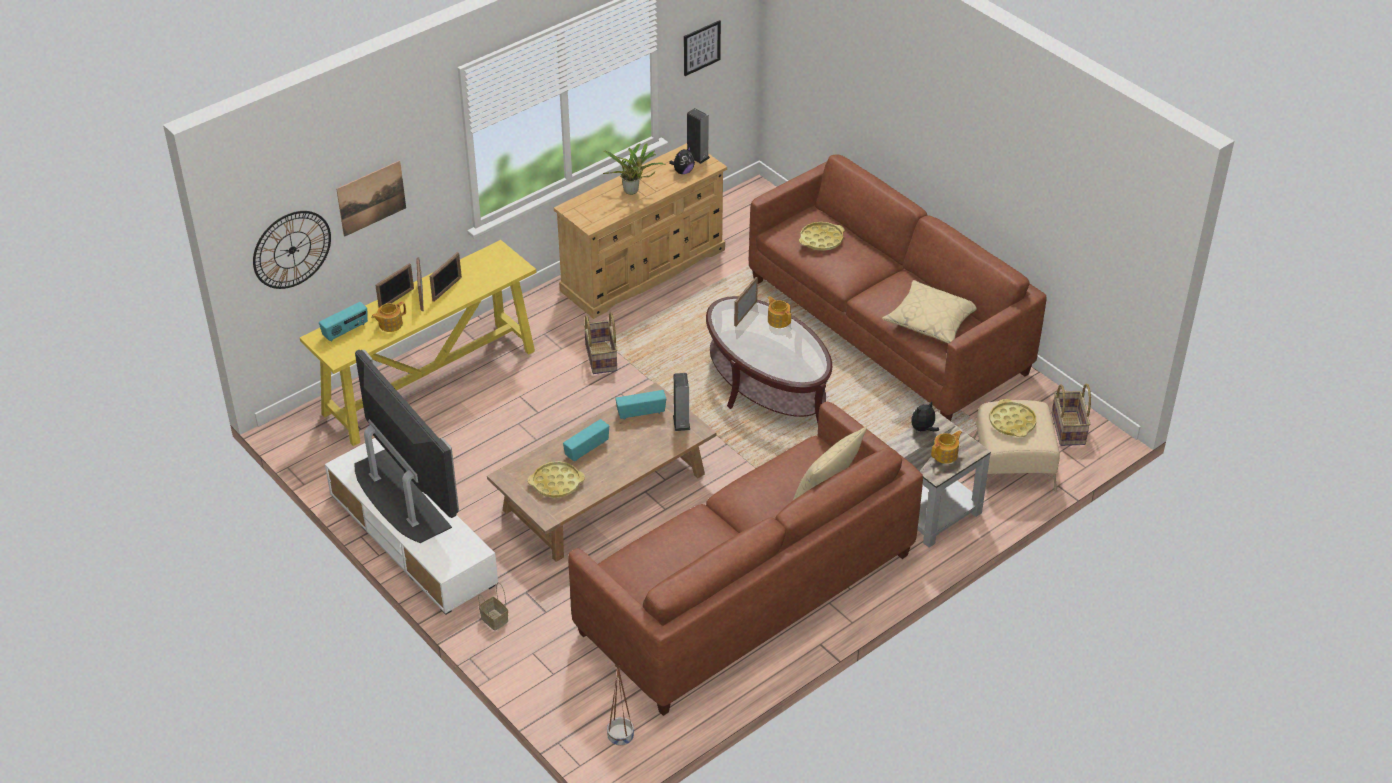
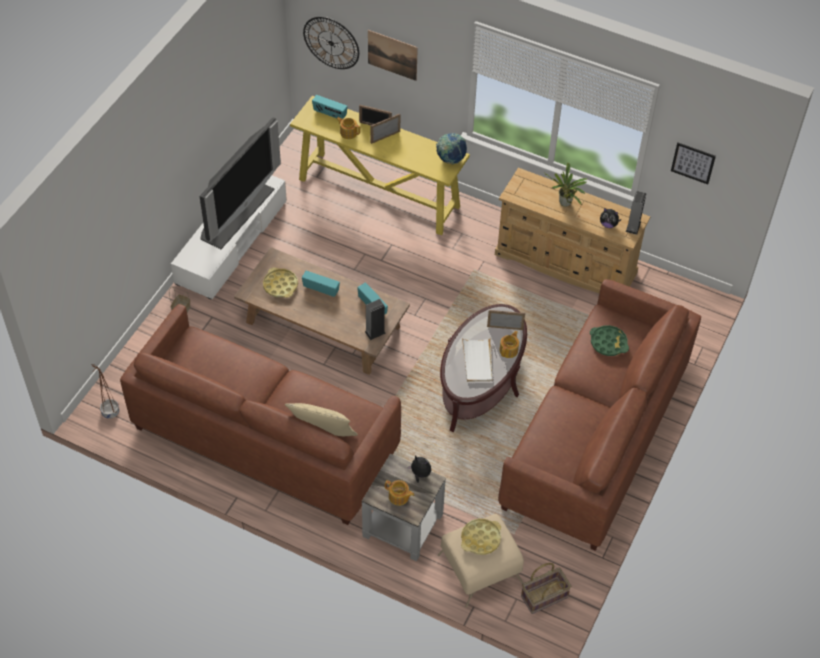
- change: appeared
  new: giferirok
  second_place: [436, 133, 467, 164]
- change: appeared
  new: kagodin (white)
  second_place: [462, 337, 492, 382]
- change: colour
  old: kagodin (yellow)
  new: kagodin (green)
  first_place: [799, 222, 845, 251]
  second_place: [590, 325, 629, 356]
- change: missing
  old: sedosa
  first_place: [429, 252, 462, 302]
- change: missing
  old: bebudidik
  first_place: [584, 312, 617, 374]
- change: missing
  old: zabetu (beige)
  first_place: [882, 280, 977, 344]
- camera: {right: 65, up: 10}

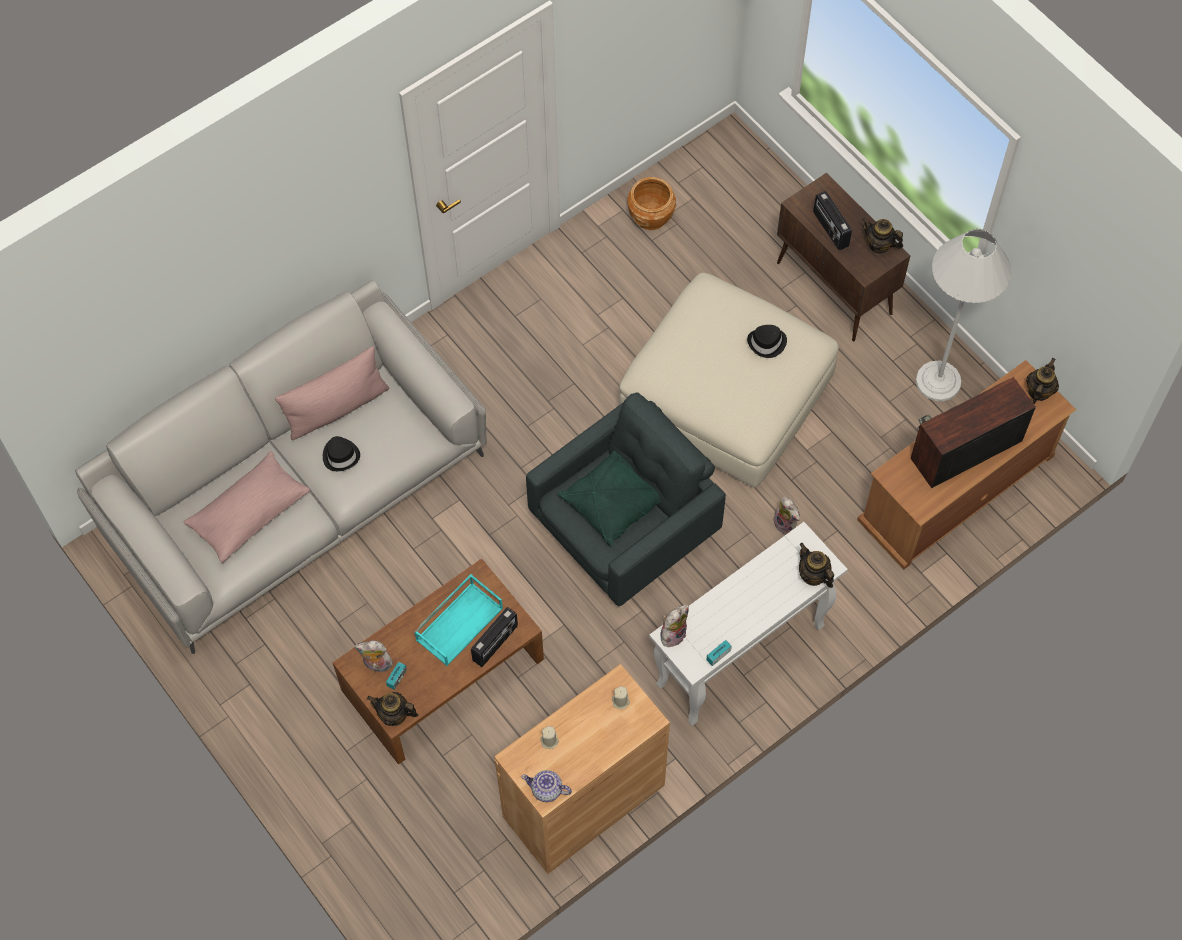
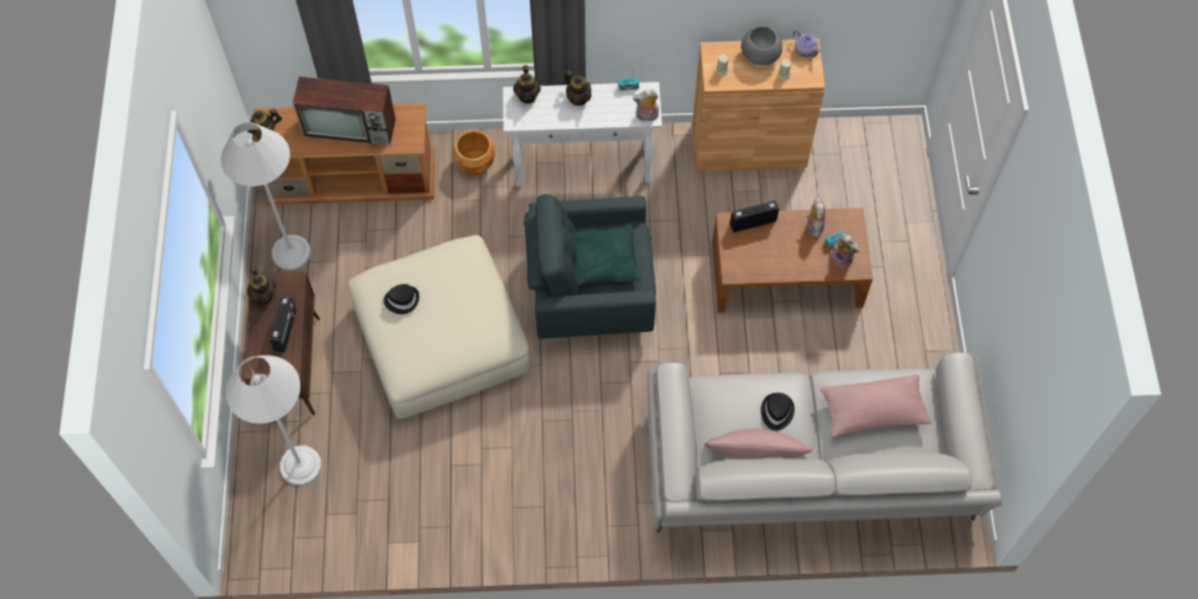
- change: appeared
  new: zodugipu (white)
  second_place: [226, 355, 322, 485]
- change: relocated
  old: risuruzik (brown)
  first_place: [627, 177, 676, 230]
  second_place: [453, 130, 495, 176]
- change: relocated
  old: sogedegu
  first_place: [367, 692, 418, 726]
  second_place: [565, 70, 592, 106]
- change: appeared
  new: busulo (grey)
  second_place: [741, 26, 782, 66]
- change: relocated
  old: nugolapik
  first_place: [773, 497, 800, 535]
  second_place: [806, 196, 825, 237]
- change: missing
  old: kagodin (turquoise)
  first_place: [414, 574, 503, 666]
- camera: {right: -145, up: 0}

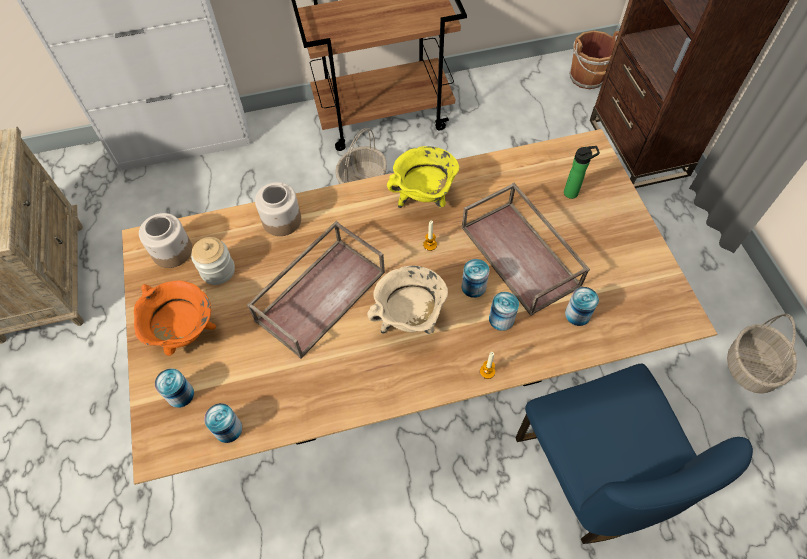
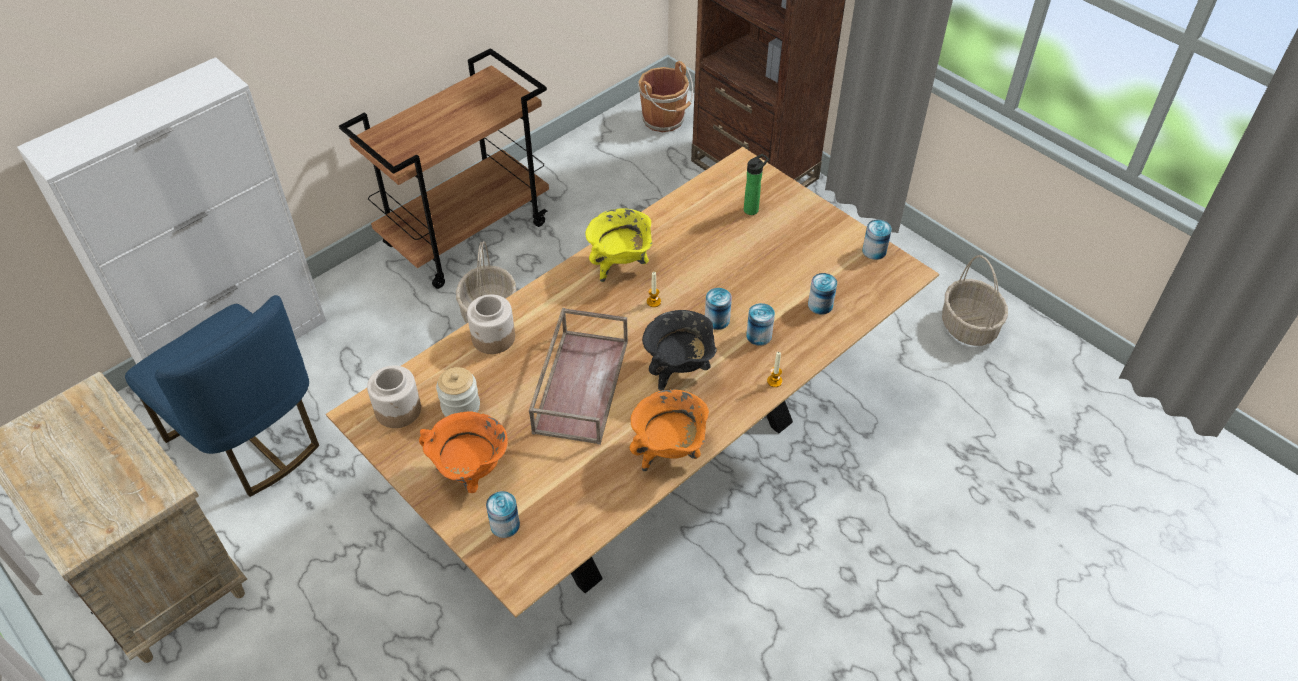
- change: relocated
  old: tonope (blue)
  first_place: [516, 364, 753, 544]
  second_place: [125, 295, 319, 497]
- change: appeared
  new: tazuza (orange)
  second_place: [630, 390, 709, 471]
- change: colour
  old: tazuza (beige)
  new: tazuza (black)
  first_place: [367, 266, 448, 334]
  second_place: [642, 310, 717, 391]
- change: relocated
  old: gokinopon
  first_place: [204, 403, 242, 443]
  second_place: [862, 220, 892, 260]
- change: missing
  old: kagodin (brown)
  first_place: [461, 183, 590, 316]
- camera: {right: -30, up: -10}

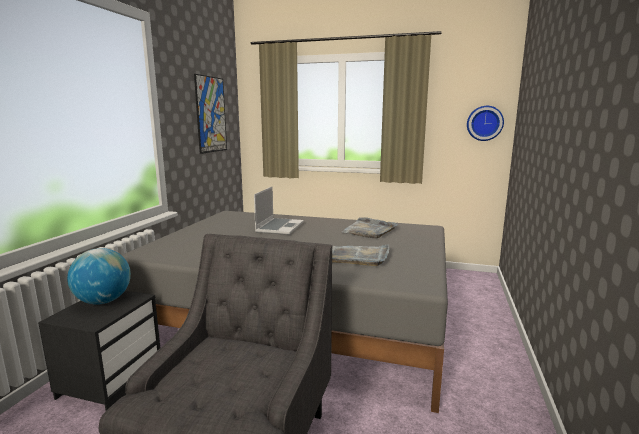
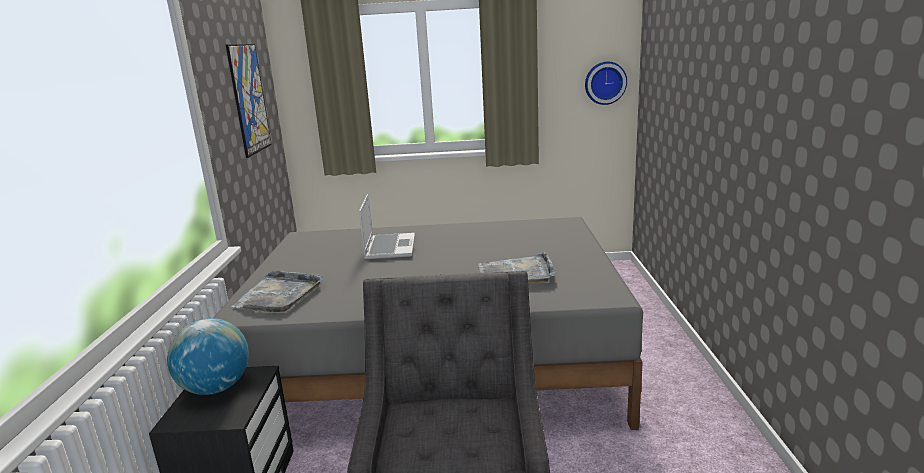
- change: relocated
  old: kagodin (grey)
  first_place: [342, 217, 398, 239]
  second_place: [232, 270, 324, 312]
- camera: {right: -15, up: 5}

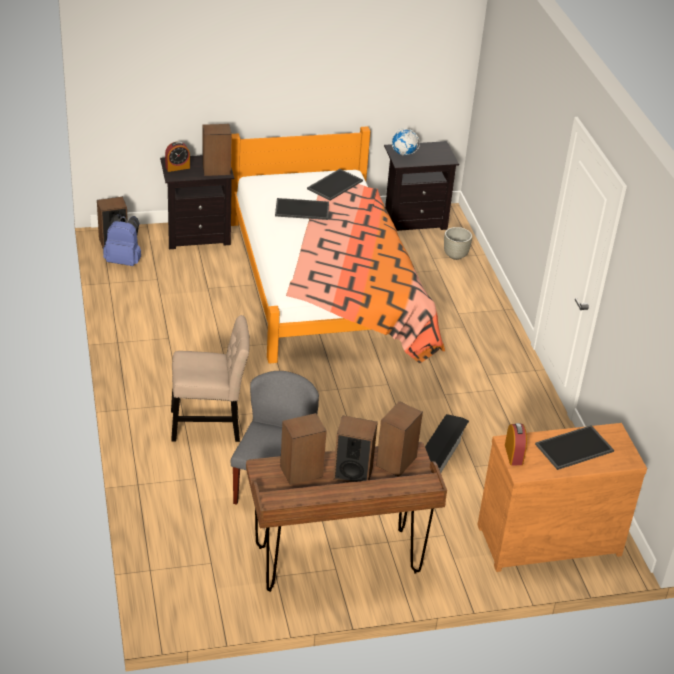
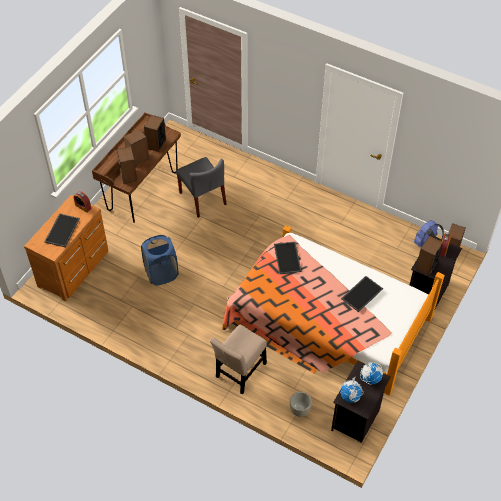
- change: exchanged
  old: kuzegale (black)
  new: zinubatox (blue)
  first_place: [425, 414, 469, 473]
  second_place: [141, 235, 179, 286]
- change: relocated
  old: tonope (beige)
  first_place: [171, 315, 250, 442]
  second_place: [210, 325, 267, 395]
- change: relocated
  old: kagodin
  first_place: [307, 169, 363, 201]
  second_place: [274, 242, 302, 274]
- change: appeared
  new: giferirok
  second_place: [340, 377, 363, 403]
- camera: {right: 135, up: 15}

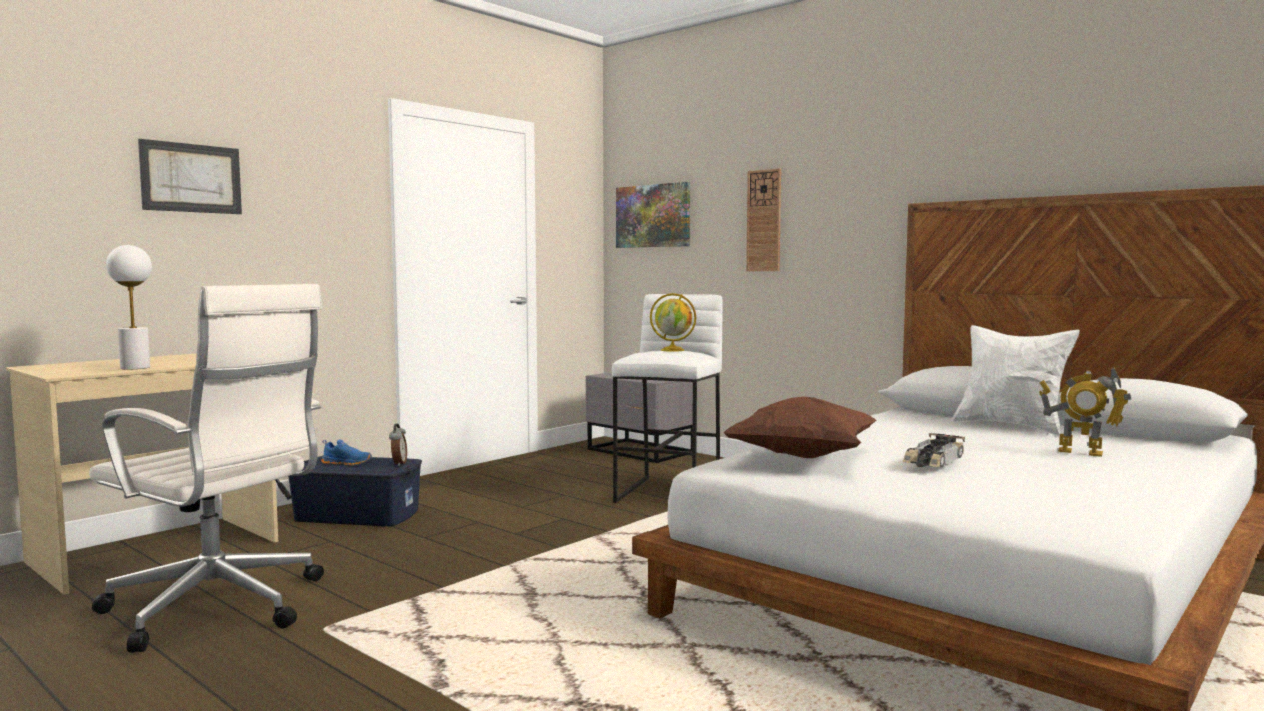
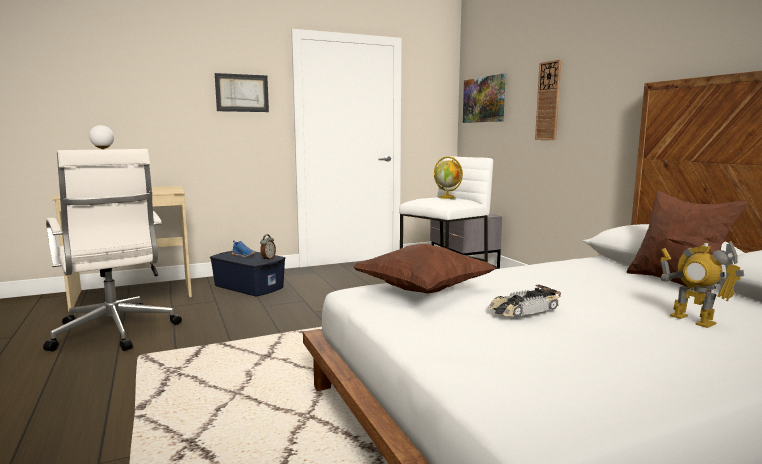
- change: relocated
  old: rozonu
  first_place: [138, 139, 242, 214]
  second_place: [215, 73, 269, 112]
- change: colour
  old: zabetu (white)
  new: zabetu (brown)
  first_place: [953, 325, 1080, 436]
  second_place: [626, 191, 748, 294]
- camera: {right: 25, up: 5}

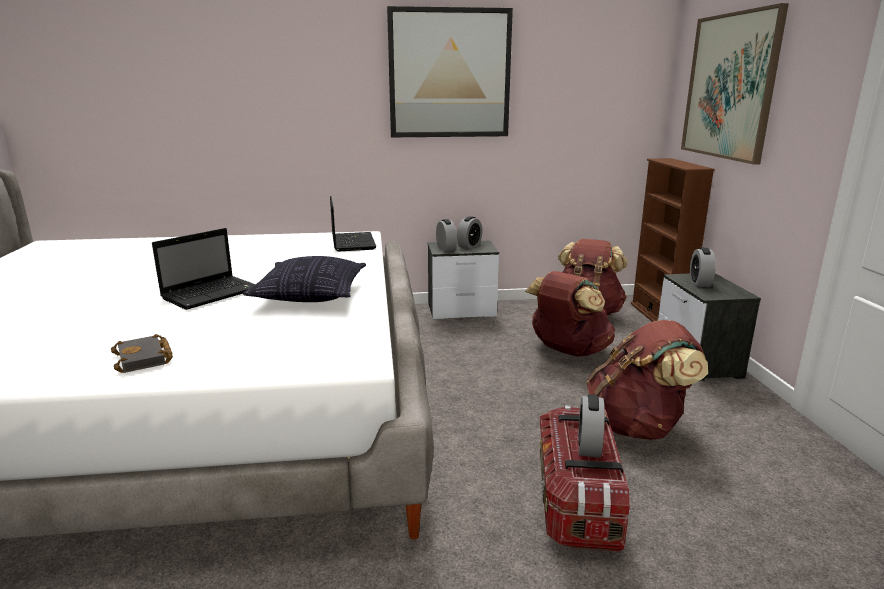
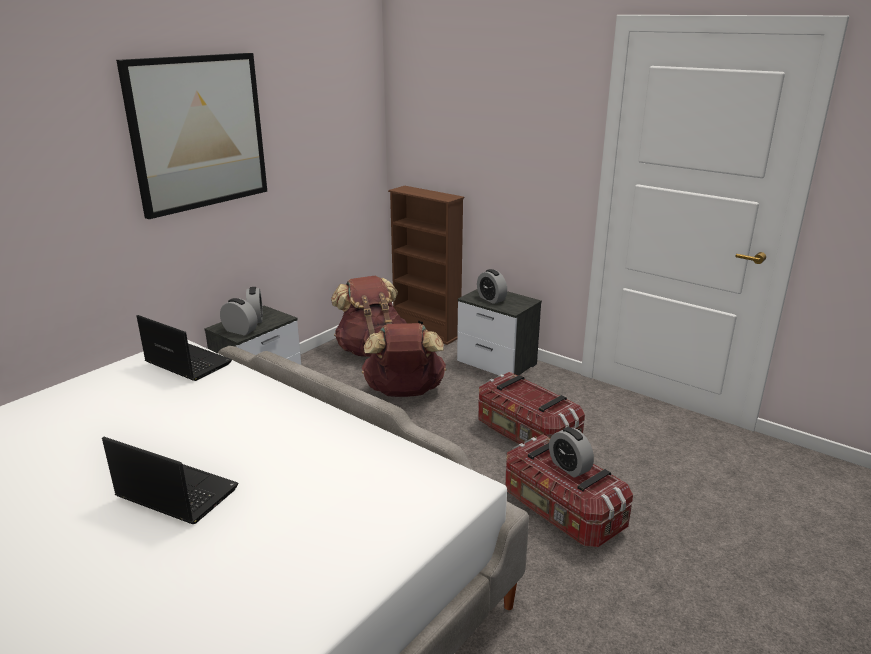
- change: spun
  old: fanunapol
  first_place: [152, 228, 256, 310]
  second_place: [102, 437, 239, 524]
  degrees: -60
- change: exchanged
  old: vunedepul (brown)
  new: kuzegale
  first_place: [587, 320, 708, 440]
  second_place: [478, 372, 585, 444]
- change: missing
  old: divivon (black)
  first_place: [111, 334, 173, 373]
- change: missing
  old: zabetu
  first_place: [243, 256, 366, 302]
- change: missing
  old: rozonu
  first_place: [681, 3, 789, 165]
- camera: {right: -45, up: 5}

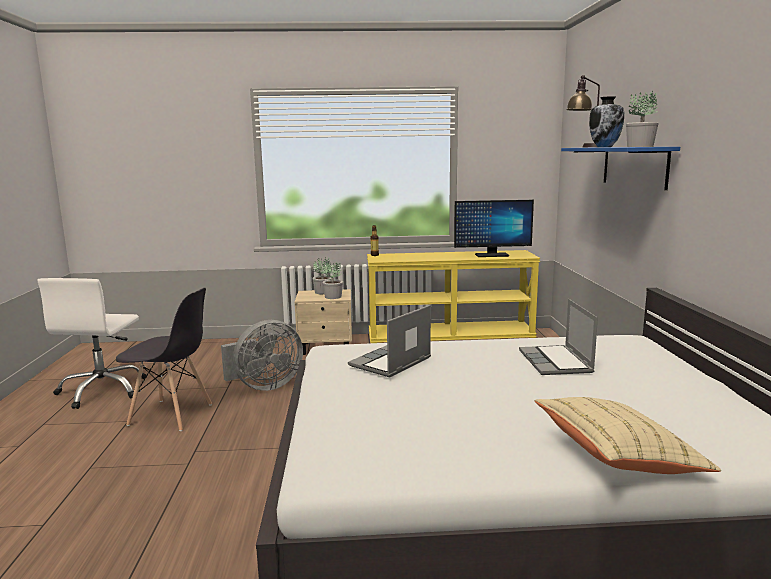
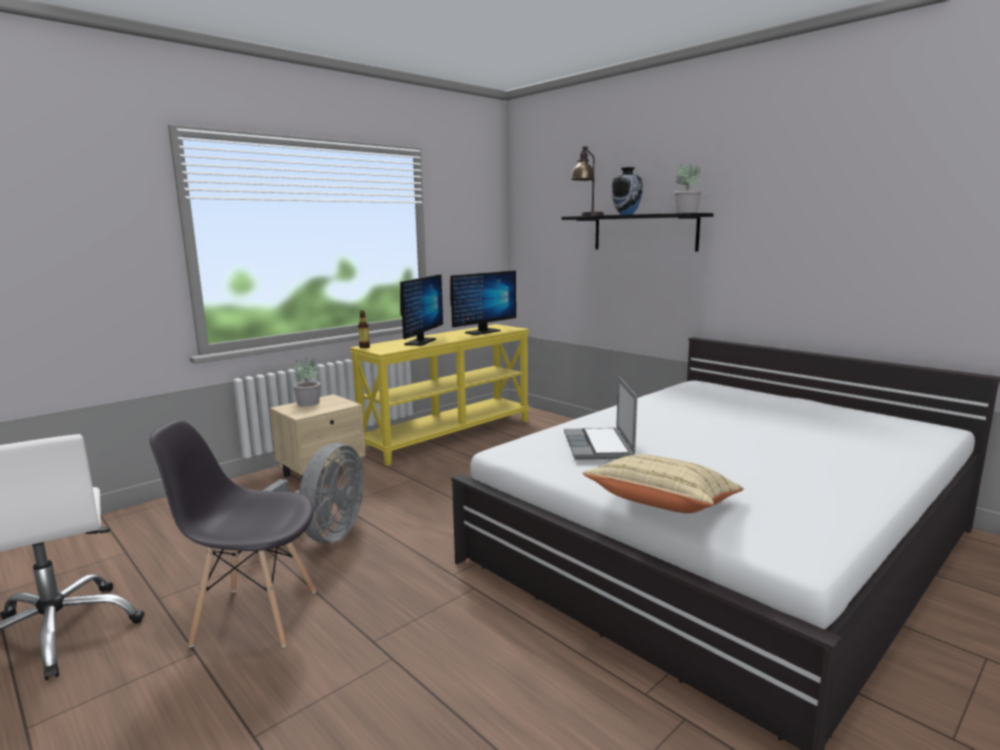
- change: spun
  old: tonope (grey)
  first_place: [116, 288, 212, 431]
  second_place: [150, 420, 316, 647]
  degrees: -150
- change: appeared
  new: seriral
  second_place: [400, 274, 443, 346]
- change: colour
  old: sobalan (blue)
  new: sobalan (black)
  first_place: [561, 147, 680, 190]
  second_place: [562, 213, 714, 252]
- change: relocated
  old: zabetu (beige)
  first_place: [535, 397, 721, 474]
  second_place: [582, 454, 744, 513]
- change: missing
  old: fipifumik
  first_place: [322, 262, 343, 299]
- change: missing
  old: fanunapol
  first_place: [519, 299, 598, 375]
- camera: {right: -40, up: 0}

